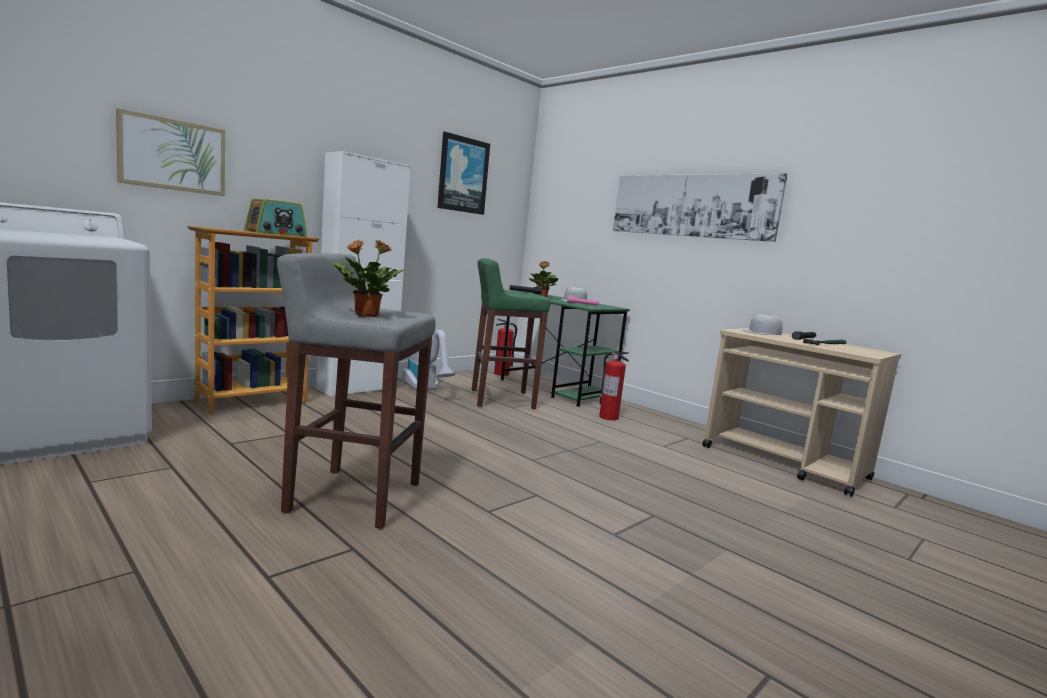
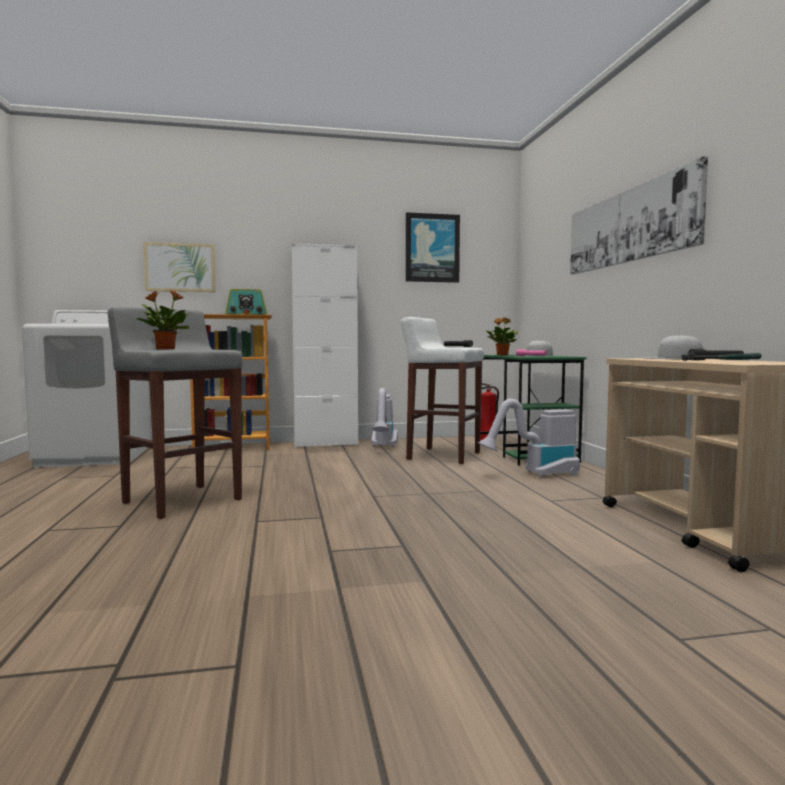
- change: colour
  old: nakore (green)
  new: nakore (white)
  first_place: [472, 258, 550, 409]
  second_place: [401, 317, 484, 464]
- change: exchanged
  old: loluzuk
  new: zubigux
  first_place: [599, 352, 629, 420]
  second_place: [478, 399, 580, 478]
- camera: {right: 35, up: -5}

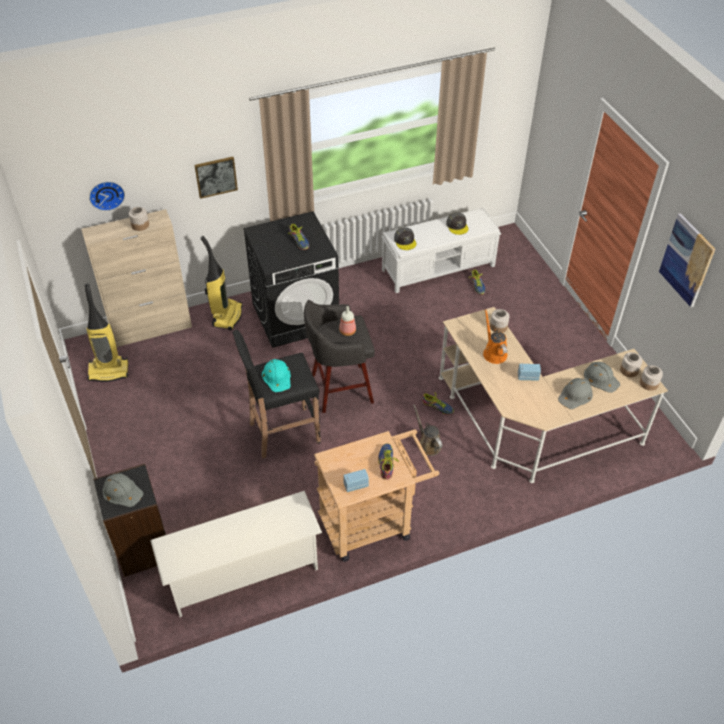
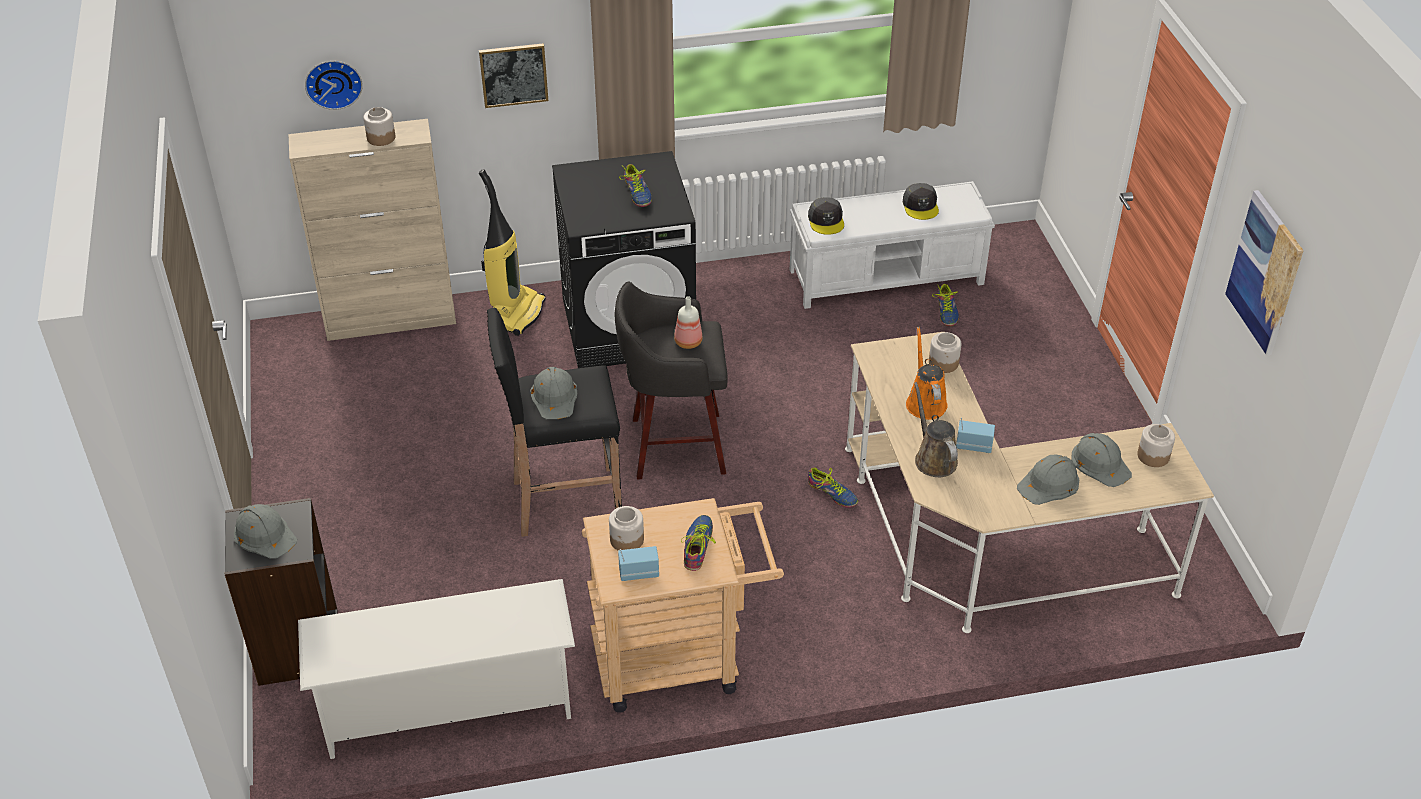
- change: colour
  old: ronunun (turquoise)
  new: ronunun (grey)
  first_place: [262, 359, 291, 392]
  second_place: [530, 367, 577, 419]
- change: relocated
  old: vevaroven
  first_place: [640, 365, 663, 391]
  second_place: [609, 506, 644, 550]
- change: relocated
  old: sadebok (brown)
  first_place: [413, 404, 442, 456]
  second_place: [914, 382, 958, 477]
- change: missing
  old: zubigux
  first_place: [85, 283, 128, 382]
- camera: {right: 10, up: -5}

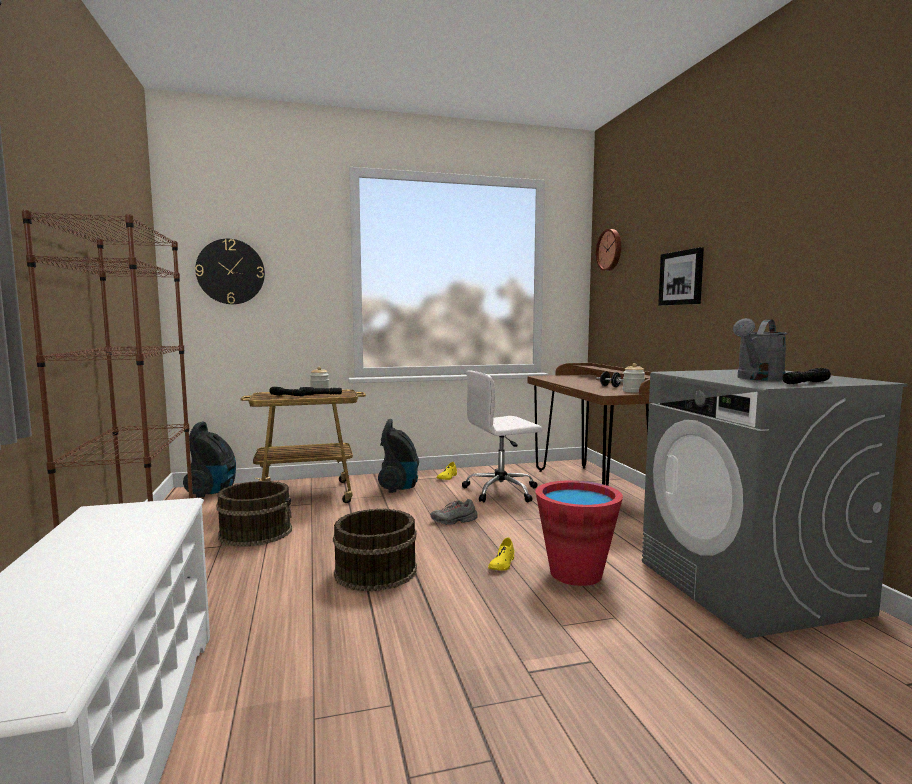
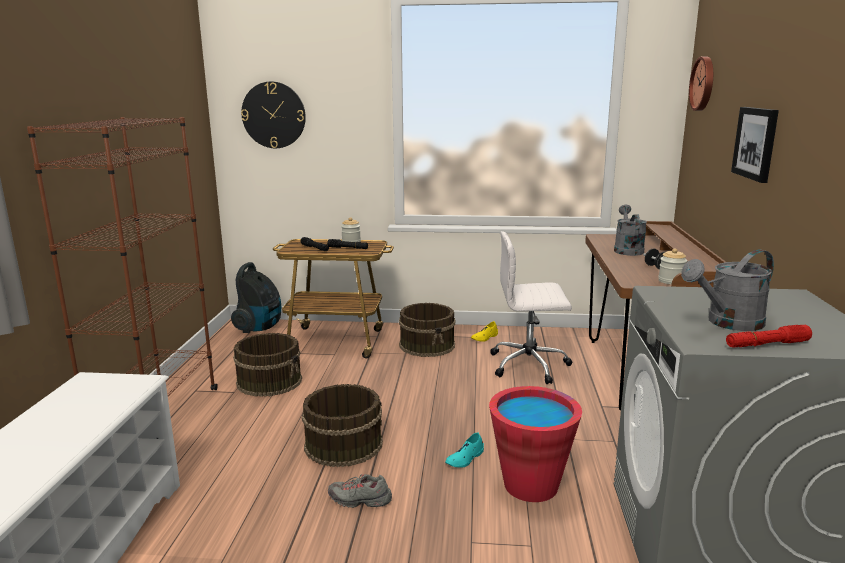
- change: relocated
  old: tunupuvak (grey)
  first_place: [430, 499, 478, 525]
  second_place: [328, 474, 392, 508]
- change: exchanged
  old: zubigux
  new: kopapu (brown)
  first_place: [378, 419, 419, 493]
  second_place: [399, 303, 455, 357]
- change: colour
  old: tunupuvak (yellow)
  new: tunupuvak (turquoise)
  first_place: [488, 537, 514, 571]
  second_place: [445, 432, 484, 467]
- change: appeared
  new: sadebok (grey)
  second_place: [614, 205, 647, 256]
- change: colour
  old: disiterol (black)
  new: disiterol (red)
  first_place: [783, 368, 831, 384]
  second_place: [726, 325, 812, 347]
- camera: {right: 20, up: 10}

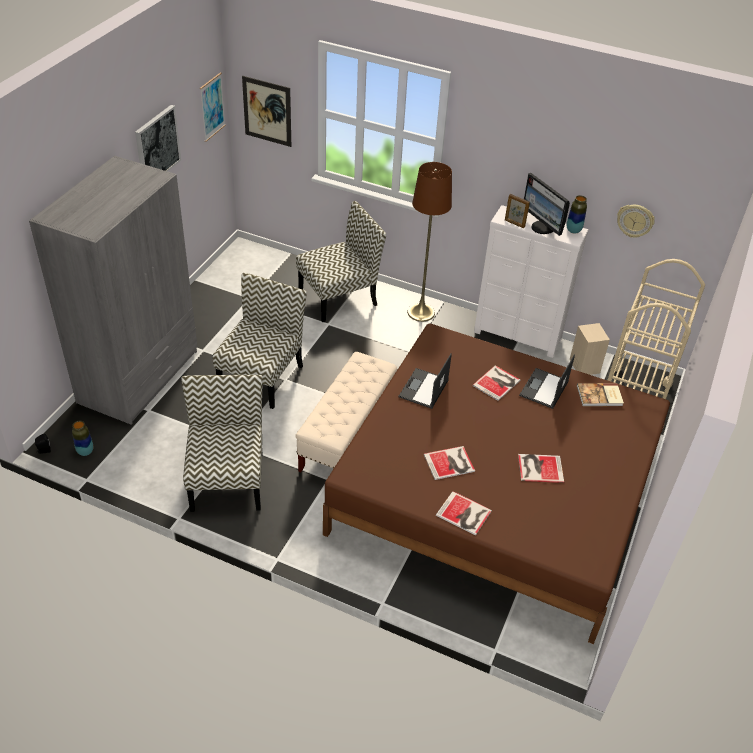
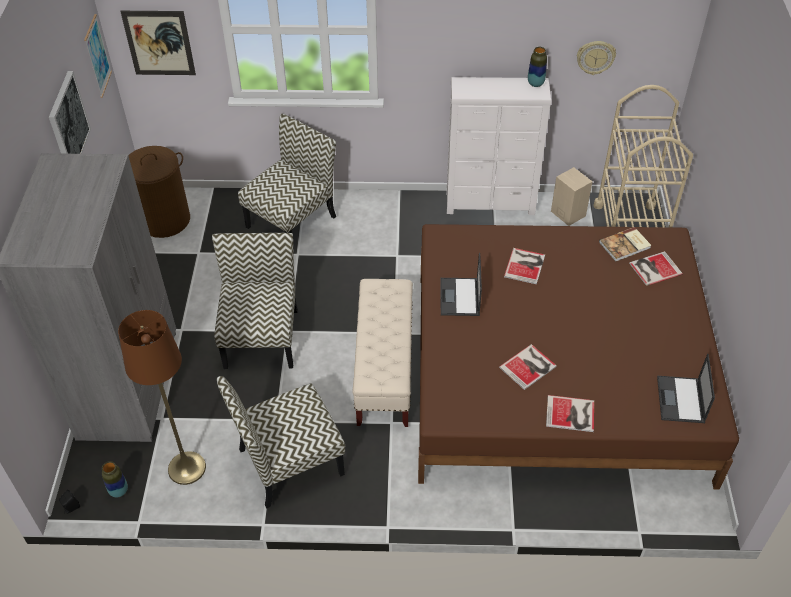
- change: relocated
  old: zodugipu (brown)
  first_place: [407, 162, 452, 322]
  second_place: [118, 310, 206, 485]
- change: appeared
  new: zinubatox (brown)
  second_place: [128, 146, 190, 238]
- change: spun
  old: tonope
  first_place: [181, 375, 263, 512]
  second_place: [217, 376, 345, 509]
  degrees: -90
- change: relocated
  old: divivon
  first_place: [518, 454, 564, 483]
  second_place: [629, 251, 683, 286]
- change: relocated
  old: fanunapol
  first_place: [519, 355, 575, 409]
  second_place: [657, 354, 715, 423]
- change: missing
  old: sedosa
  first_place: [505, 194, 530, 228]
- change: missing
  old: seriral
  first_place: [524, 173, 570, 236]
- camera: {right: -20, up: 5}

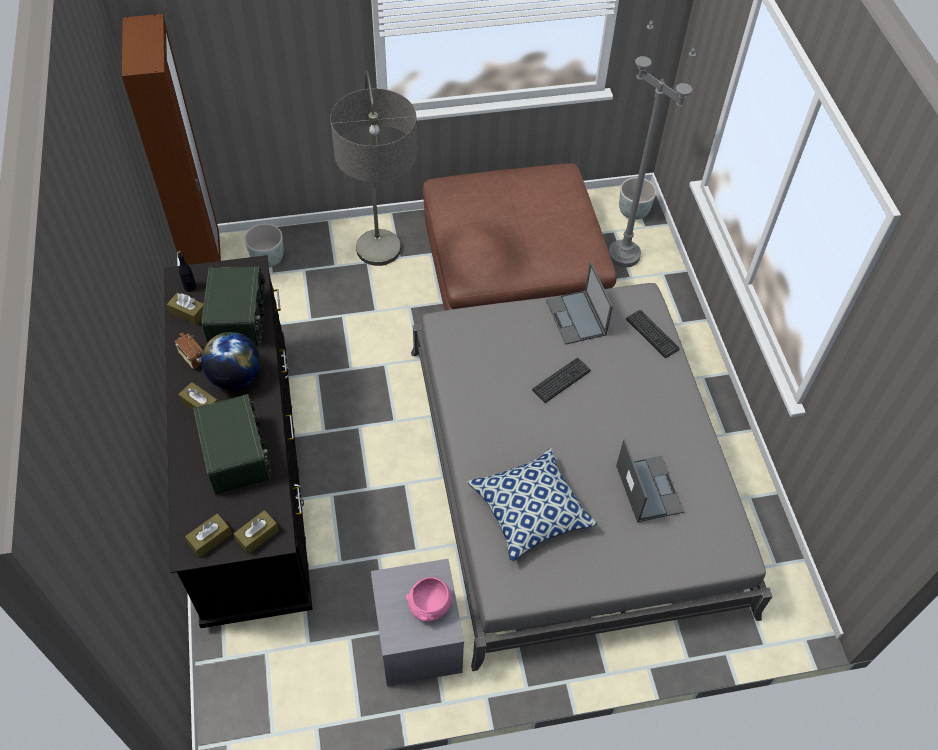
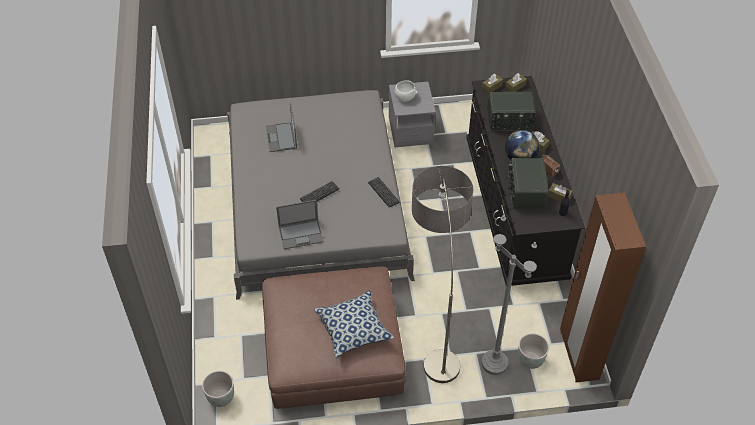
- change: spun
  old: fanunapol
  first_place: [546, 262, 613, 345]
  second_place: [276, 200, 324, 249]
  degrees: 90
- change: relocated
  old: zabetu
  first_place: [467, 448, 597, 562]
  second_place: [314, 290, 394, 358]
- change: relocated
  old: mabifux
  first_place: [626, 310, 680, 358]
  second_place: [368, 177, 399, 208]
- change: colour
  old: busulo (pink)
  new: busulo (white)
  first_place: [406, 577, 452, 621]
  second_place: [395, 80, 417, 102]
- change: relocated
  old: zodugipu (grey)
  first_place: [609, 21, 696, 268]
  second_place: [482, 215, 537, 375]
- change: spun
  old: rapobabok
  first_place: [193, 394, 271, 494]
  second_place: [487, 92, 536, 131]
  degrees: -75
- camera: {right: -175, up: -5}

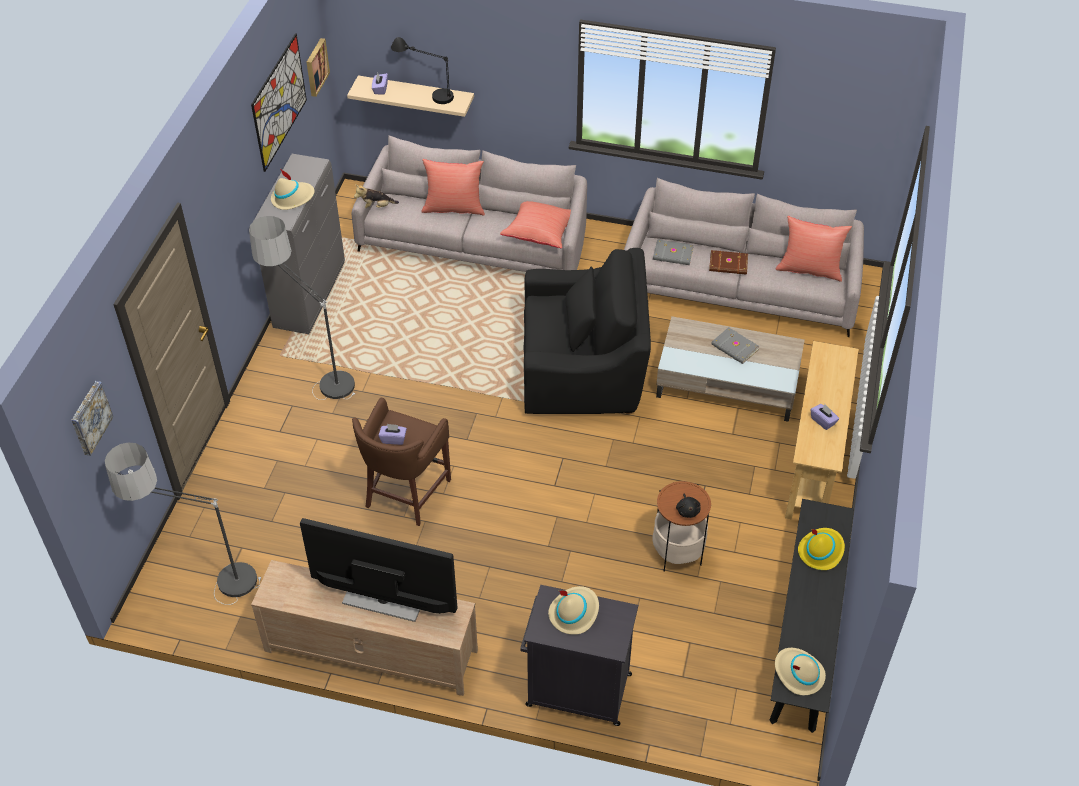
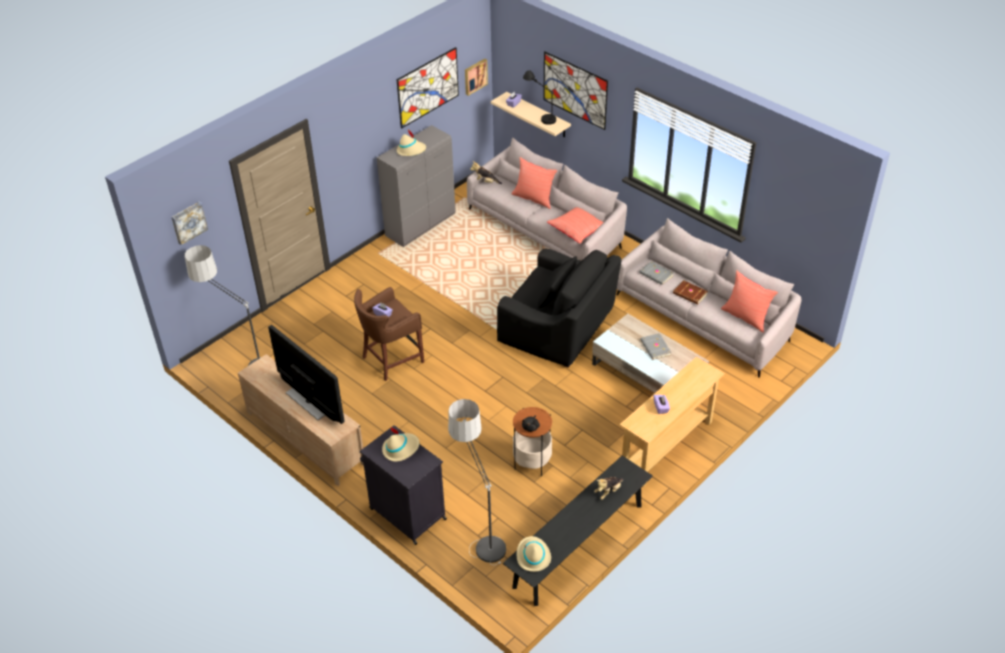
- change: relocated
  old: zodugipu
  first_place: [249, 216, 355, 400]
  second_place: [448, 399, 506, 565]
- change: appeared
  new: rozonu
  second_place: [543, 51, 608, 130]
- change: exchanged
  old: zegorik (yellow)
  new: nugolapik
  first_place: [798, 528, 845, 570]
  second_place: [594, 477, 623, 500]
- camera: {right: 30, up: -5}

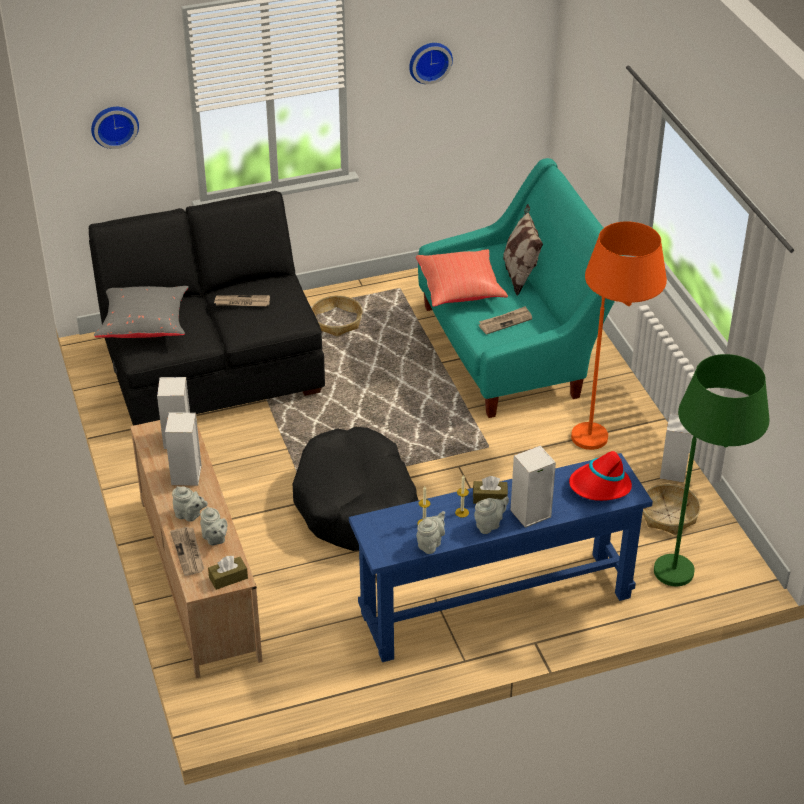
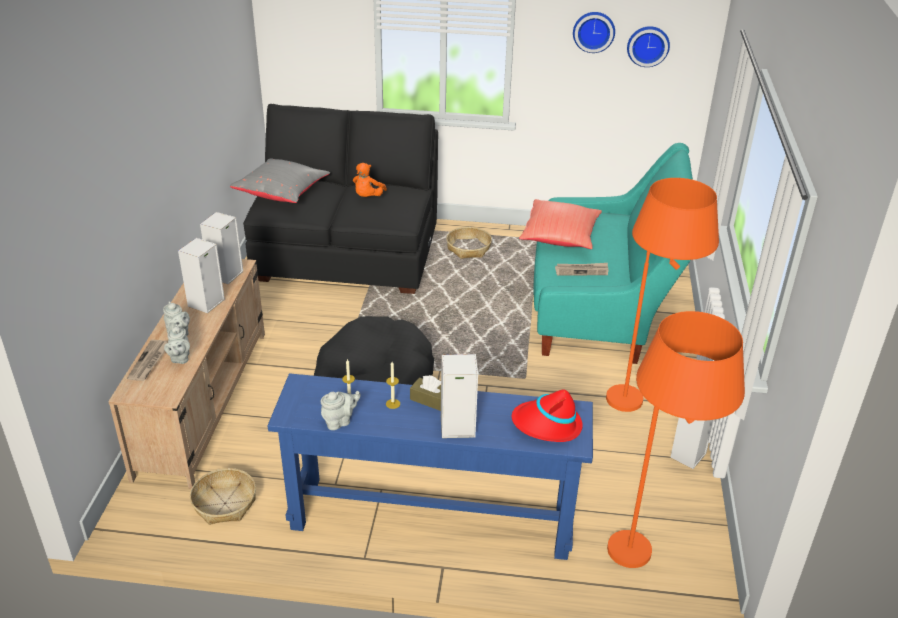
- change: relocated
  old: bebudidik
  first_place: [643, 484, 700, 535]
  second_place: [190, 468, 256, 525]
- change: exchanged
  old: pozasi
  new: nugolapik (orange)
  first_place: [214, 295, 270, 306]
  second_place: [353, 163, 387, 197]
- change: colour
  old: zodugipu (green)
  new: zodugipu (orange)
  first_place: [654, 354, 770, 586]
  second_place: [607, 311, 745, 568]
- change: relocated
  old: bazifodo
  first_place: [91, 107, 139, 149]
  second_place: [627, 26, 670, 67]
- change: missing
  old: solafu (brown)
  first_place: [208, 556, 248, 590]
- change: missing
  old: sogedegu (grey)
  first_place: [474, 496, 509, 534]
- change: missing
  old: zabetu
  first_place: [503, 204, 543, 296]
- camera: {right: 25, up: -5}

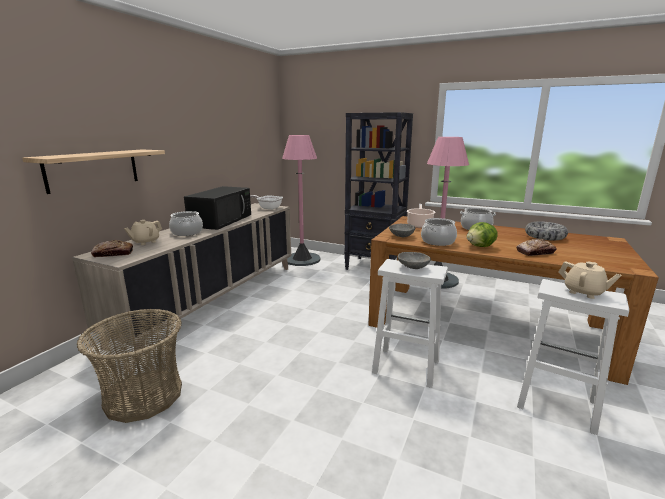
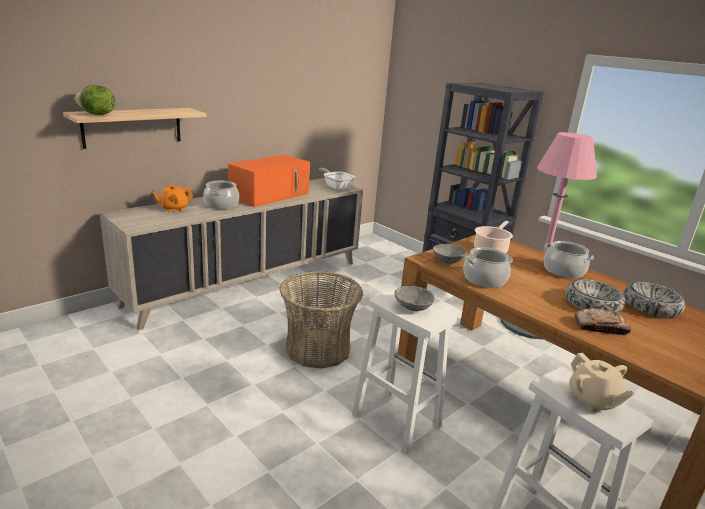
- change: relocated
  old: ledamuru
  first_place: [467, 222, 498, 247]
  second_place: [74, 85, 115, 115]
- change: colour
  old: sogedegu (beige)
  new: sogedegu (orange)
  first_place: [124, 220, 162, 245]
  second_place: [152, 185, 193, 212]
- change: colour
  old: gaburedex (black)
  new: gaburedex (orange)
  first_place: [184, 186, 251, 230]
  second_place: [228, 155, 310, 207]
- change: relocated
  old: bebudidik
  first_place: [77, 309, 182, 423]
  second_place: [280, 271, 363, 369]
- change: appeared
  new: busulo
  second_place: [566, 279, 625, 313]
- change: missing
  old: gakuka
  first_place: [91, 240, 133, 257]
- change: missing
  old: zodugipu (pink)
  first_place: [282, 135, 321, 266]
- camera: {right: 20, up: 5}

